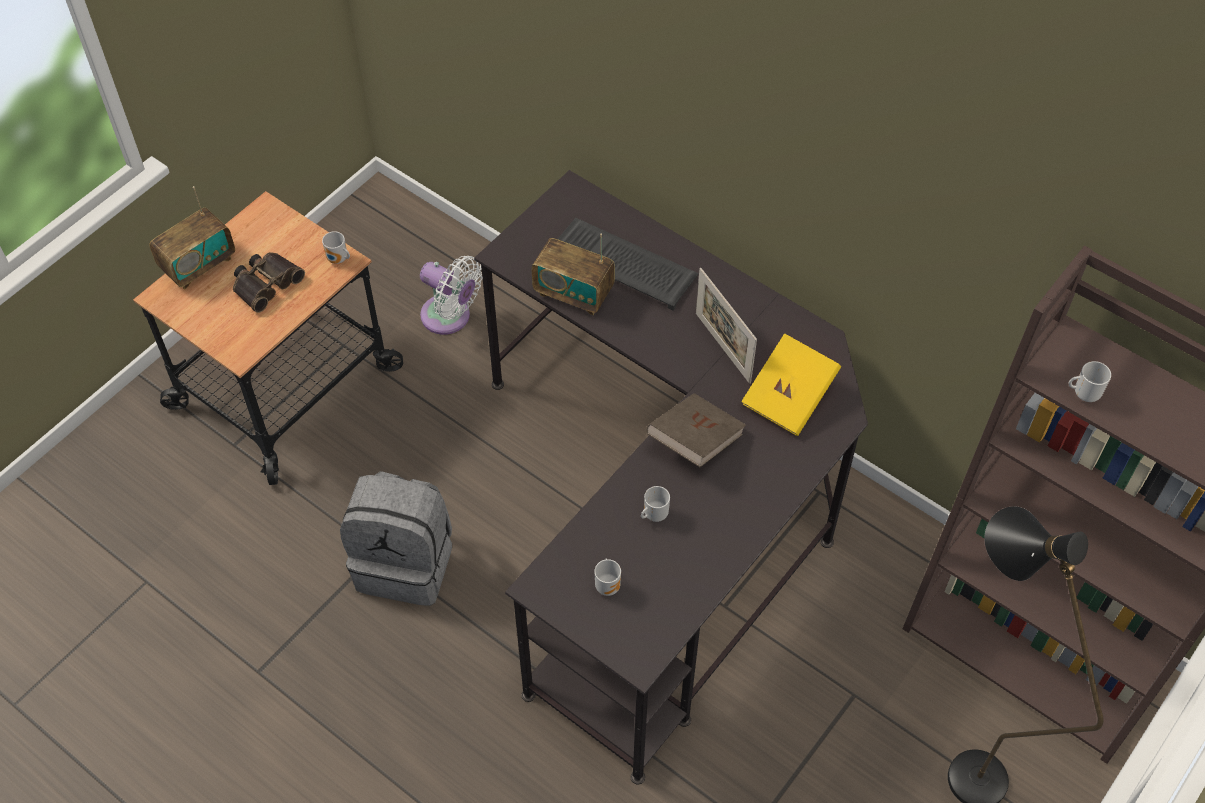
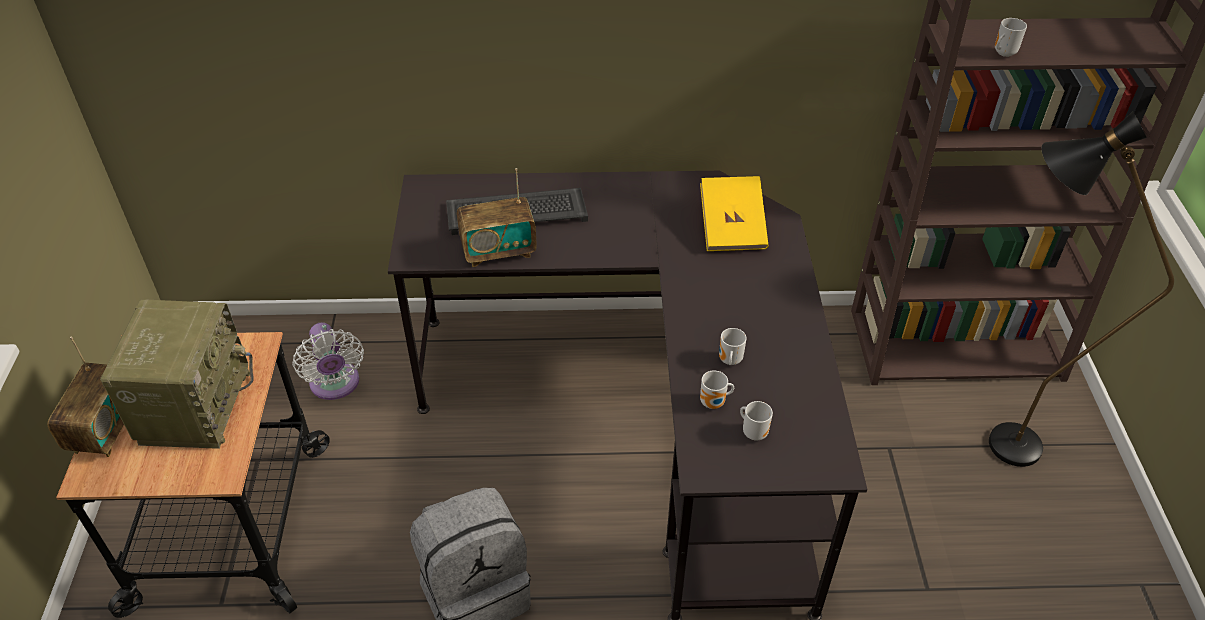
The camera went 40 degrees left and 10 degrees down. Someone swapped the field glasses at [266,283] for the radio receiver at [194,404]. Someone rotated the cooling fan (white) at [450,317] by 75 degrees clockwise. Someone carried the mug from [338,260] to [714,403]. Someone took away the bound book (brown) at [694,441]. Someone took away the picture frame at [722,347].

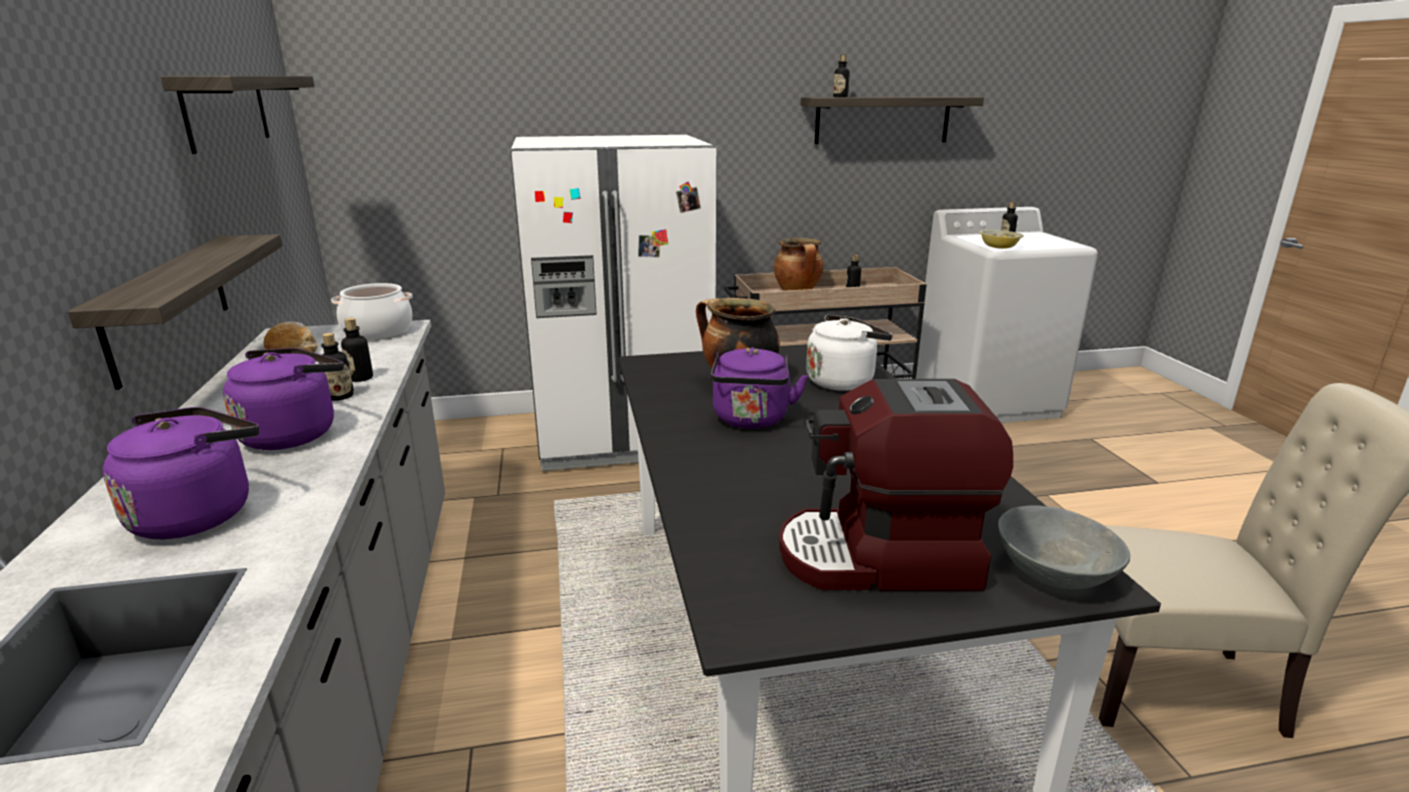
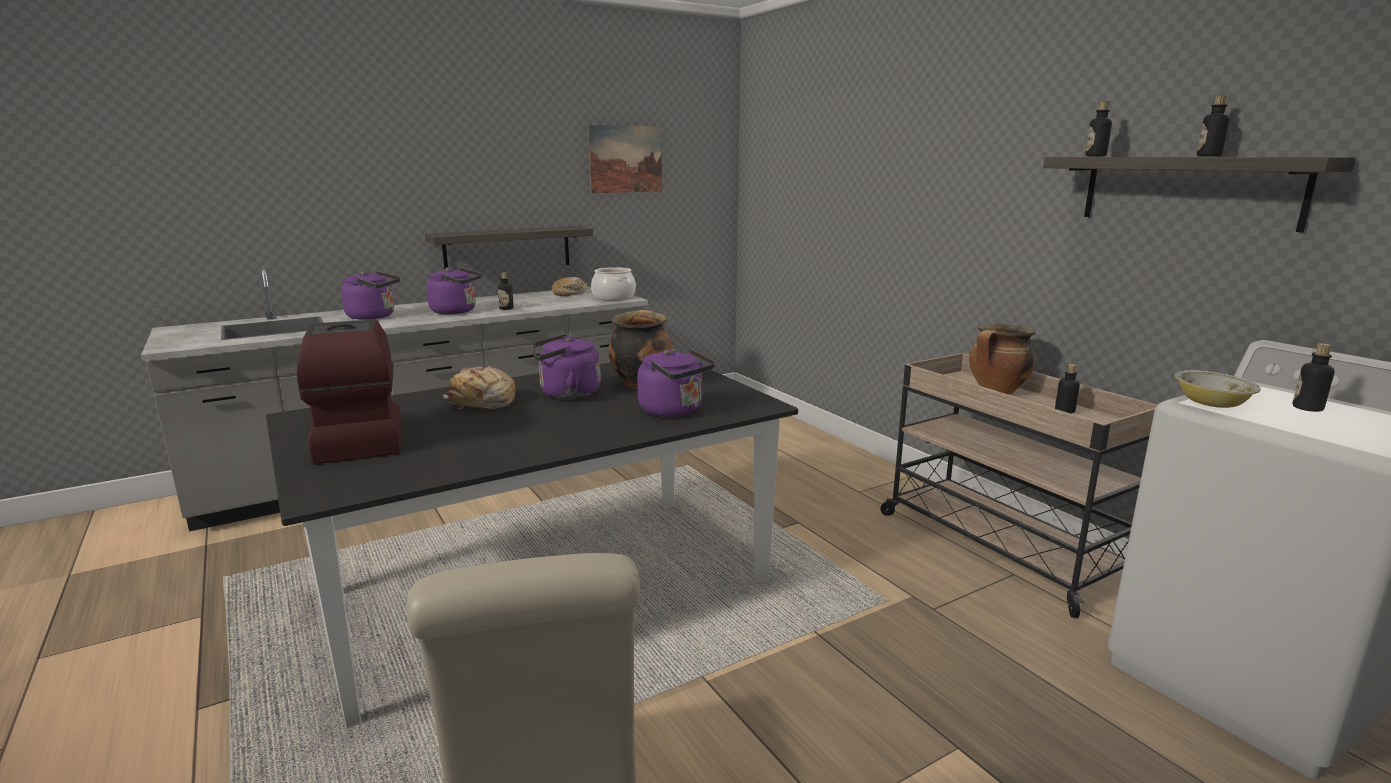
The camera went 70 degrees right and 5 degrees down. Someone put down the bread at [482,402]. Someone swapped the bracket shelf at [226,110] for the wall picture at [626,159]. Someone repainted the tea kettle (white) at [843,381], which became the tea kettle (purplish) at [674,411]. Someone carried the beverage bottle from [360,378] to [1209,156]. Someone took away the kitchen fridge (white) at [622,435]. Someone took away the serving bowl (gray) at [1052,573].

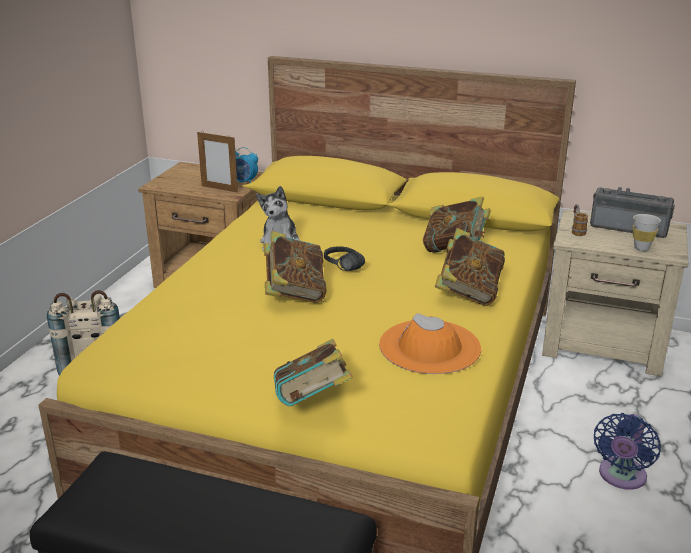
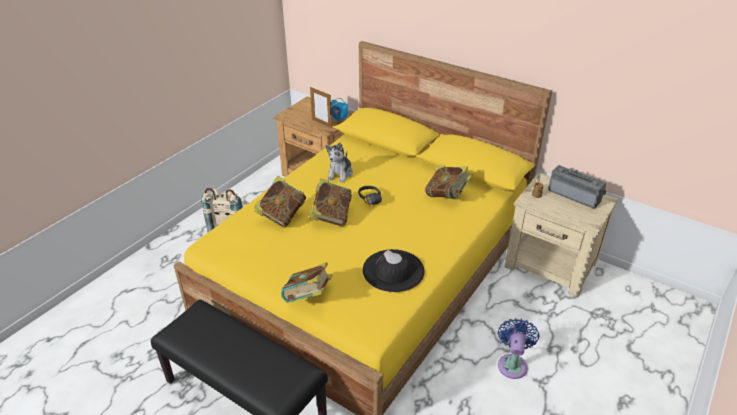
The camera went 15 degrees right and 10 degrees up. Someone carried the bound book from [468,293] to [282,216]. Someone repainted the clothing hat (orange-coloured) at [430,347], which became the clothing hat (blackish) at [393,271]. Someone rotated the cooling fan (blue-coloured) at [621,477] by 150 degrees clockwise. Someone took away the drinking cup (white) at [641,248].

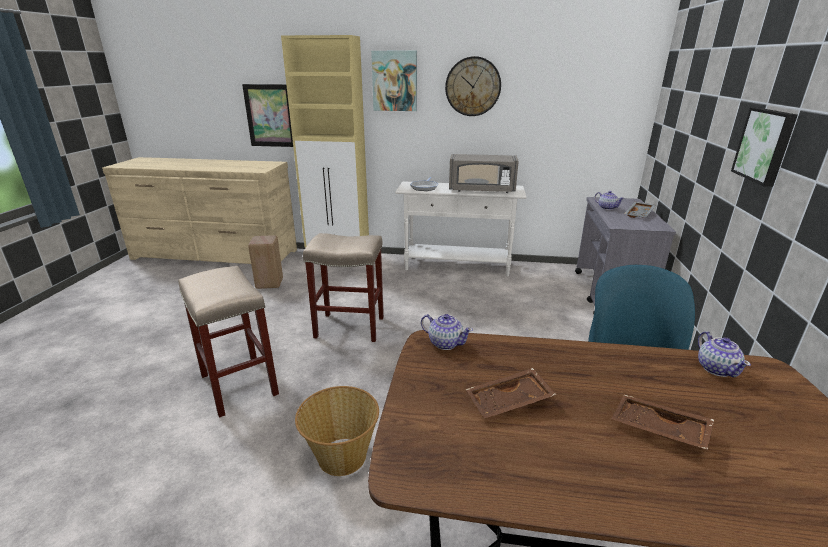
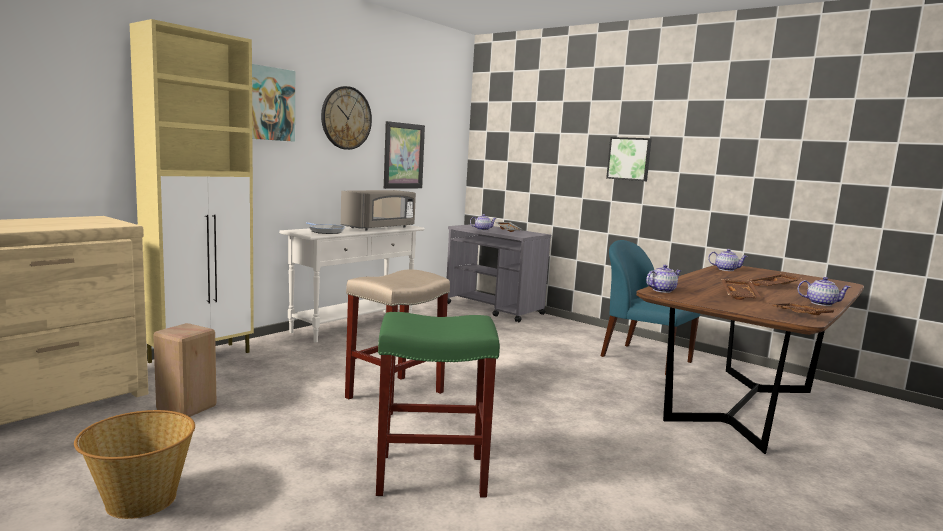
The camera went 60 degrees left and 15 degrees down. Someone carried the storage basket from [341,456] to [140,500]. Someone repainted the stool (beige) at [238,384], which became the stool (green-coloured) at [429,475]. Someone carried the wall picture from [270,116] to [404,156]. Someone put down the carrying tray (brown) at [800,315]. Someone put down the pot for tea at [820,303].

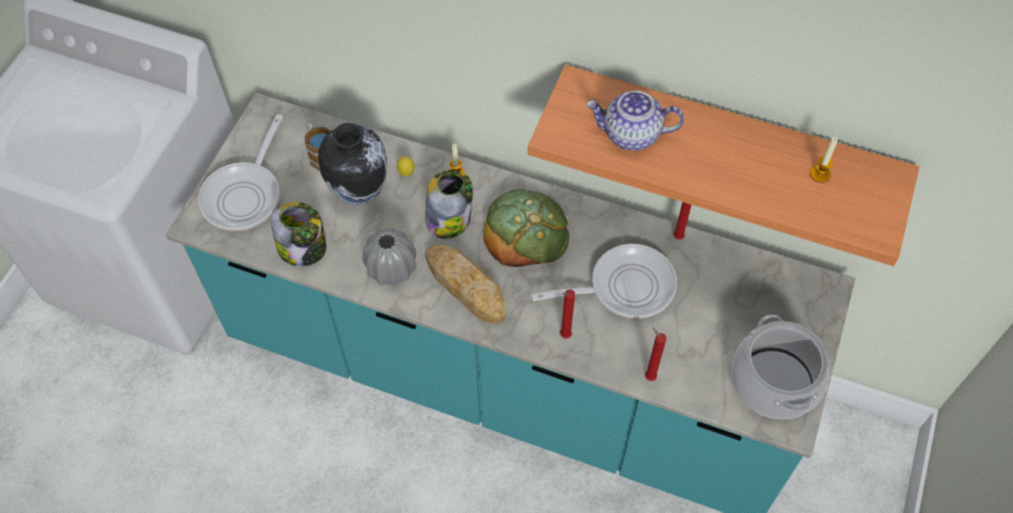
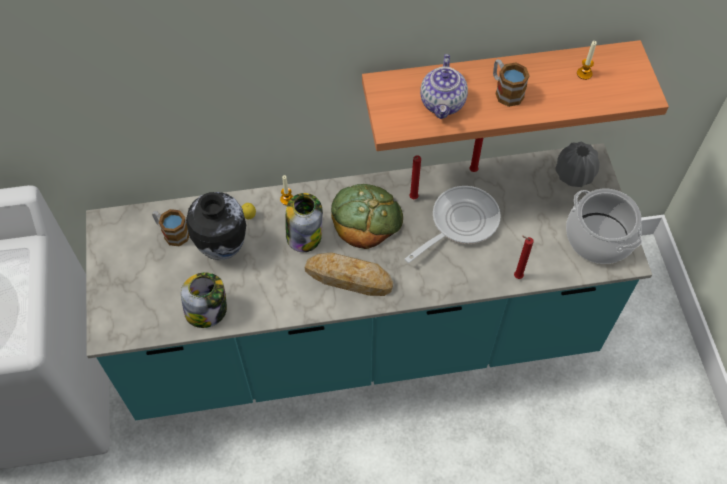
The camera went 30 degrees left and 0 degrees up. Someone carried the wax candle (red-coloured) from [563,336] to [413,199]. Someone rotated the pot for tea at [631,135] by 60 degrees counterclockwise. Someone put down the mug at [505,91]. Someone carried the vase (gray) from [391,268] to [574,175]. Someone took away the skillet at [245,195].

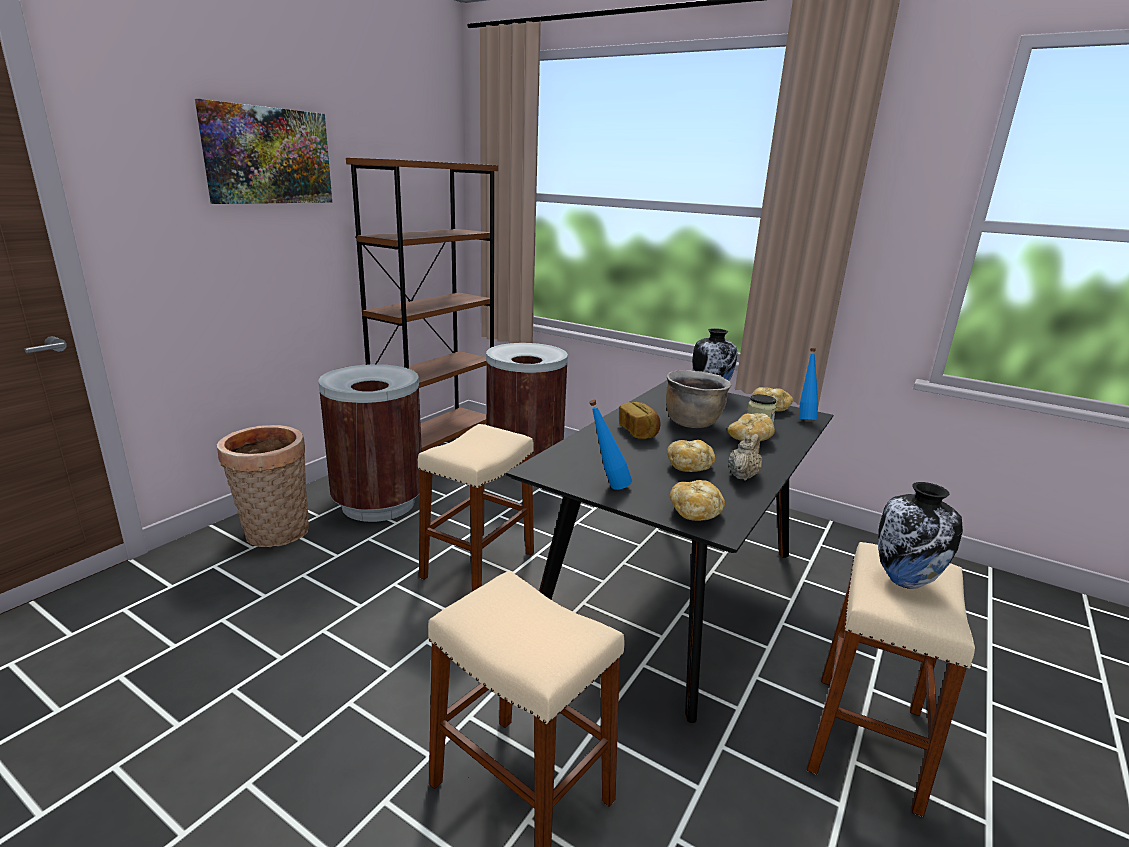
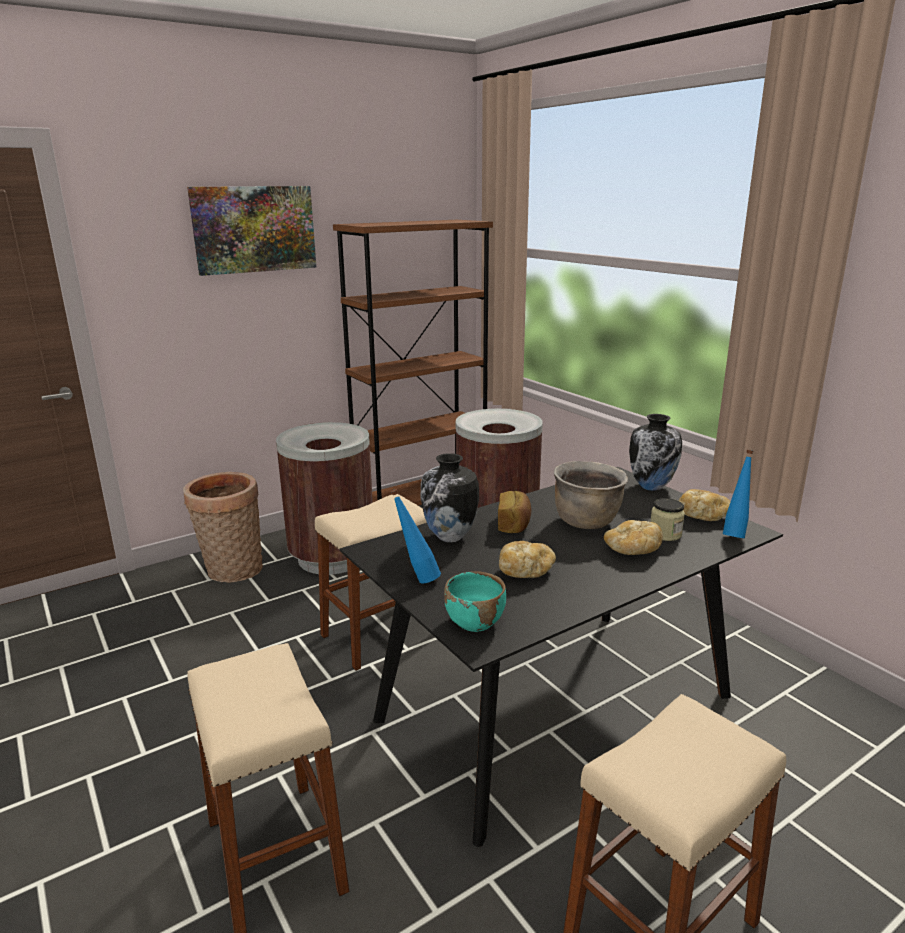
The camera went 25 degrees right and 0 degrees up. Someone carried the vase from [905,581] to [450,537]. Someone swapped the bread at [695,512] for the serving bowl (blue-green) at [475,621]. Someone took away the pot for tea (beige) at [743,475].

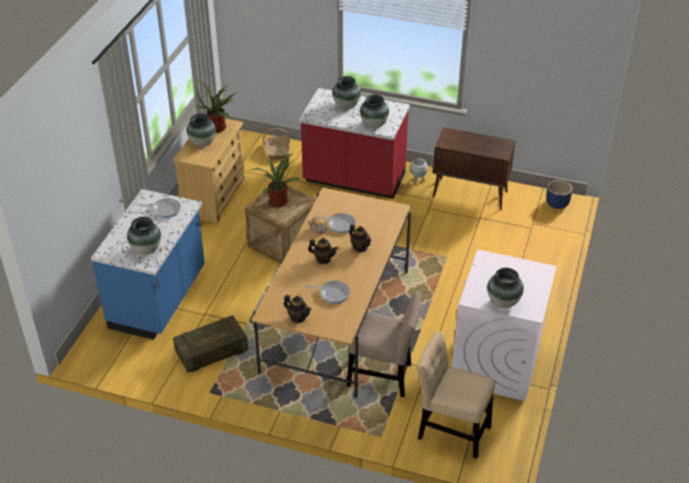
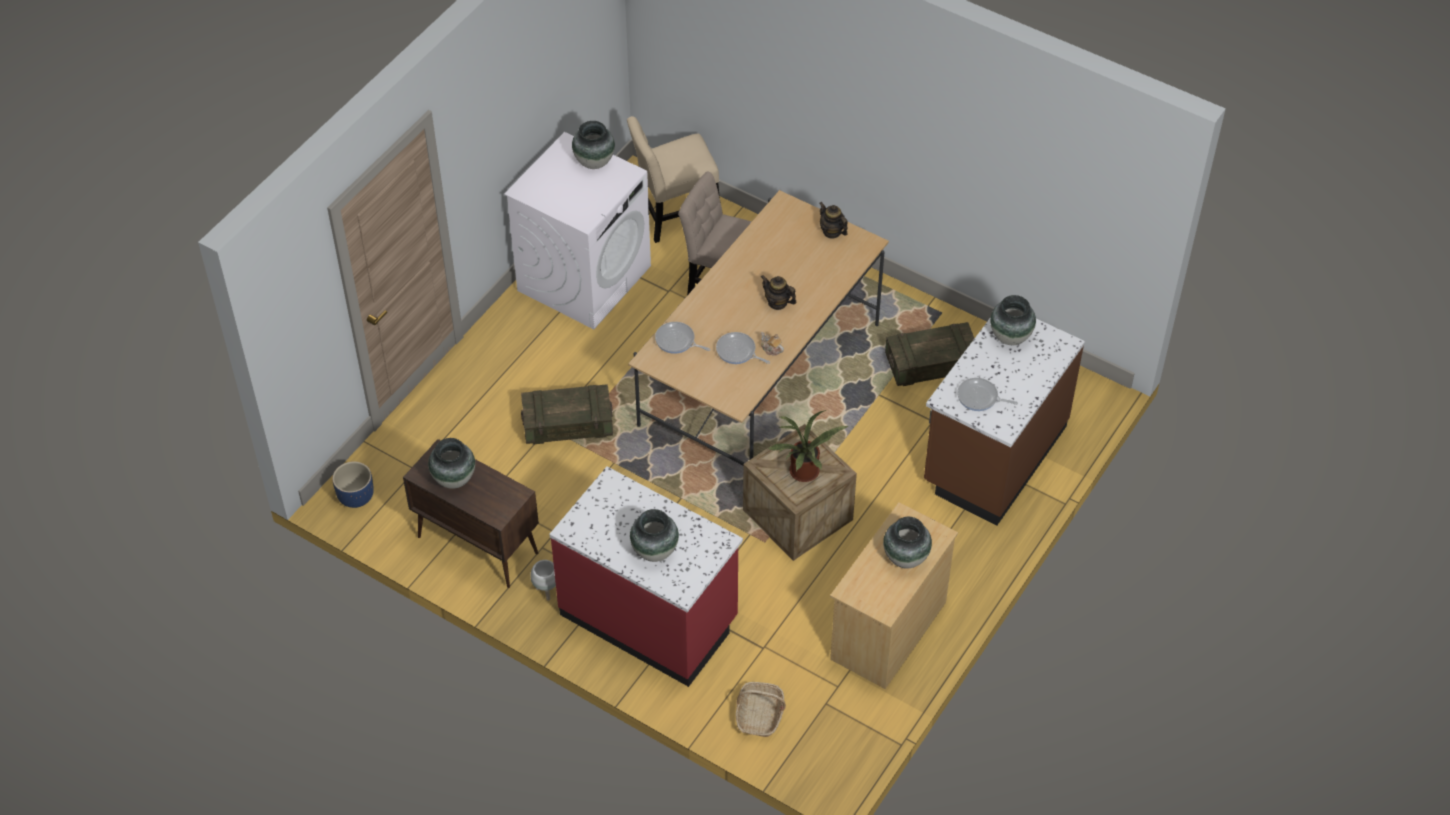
The camera went 165 degrees left and 10 degrees up. Someone carried the vase from [374,125] to [454,478]. Someone put down the crate at [568,424]. Someone rotated the upright chair (beige) at [450,430] by 120 degrees clockwise. Someone carried the skillet from [333,293] to [677,341]. Someone repainted the kitchen counter (blue-coloured) at [159,299], which became the kitchen counter (brown) at [993,456]. Someone took away the houseplant at [219,127]. Someone took away the pot for tea at [360,247].

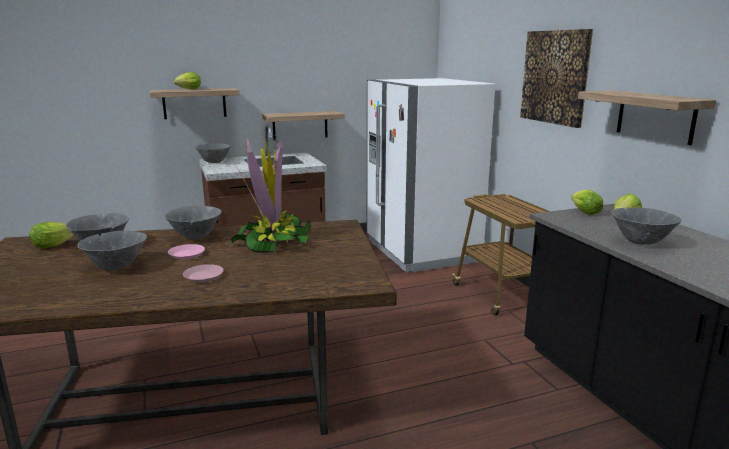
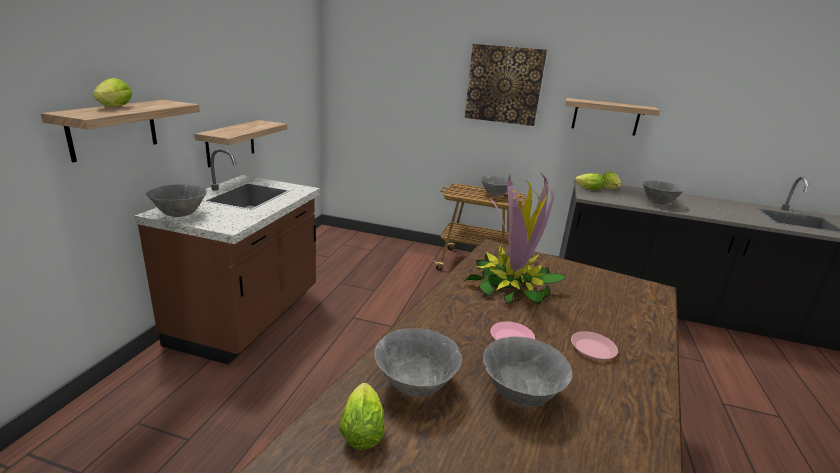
The camera went 55 degrees left and 5 degrees up. Someone carried the serving bowl (gray) from [196,237] to [495,195]. Someone took away the kitchen fridge (white) at [421,251].

